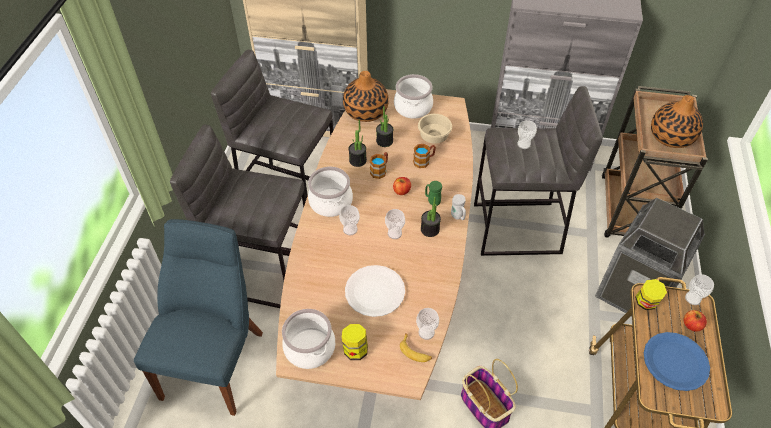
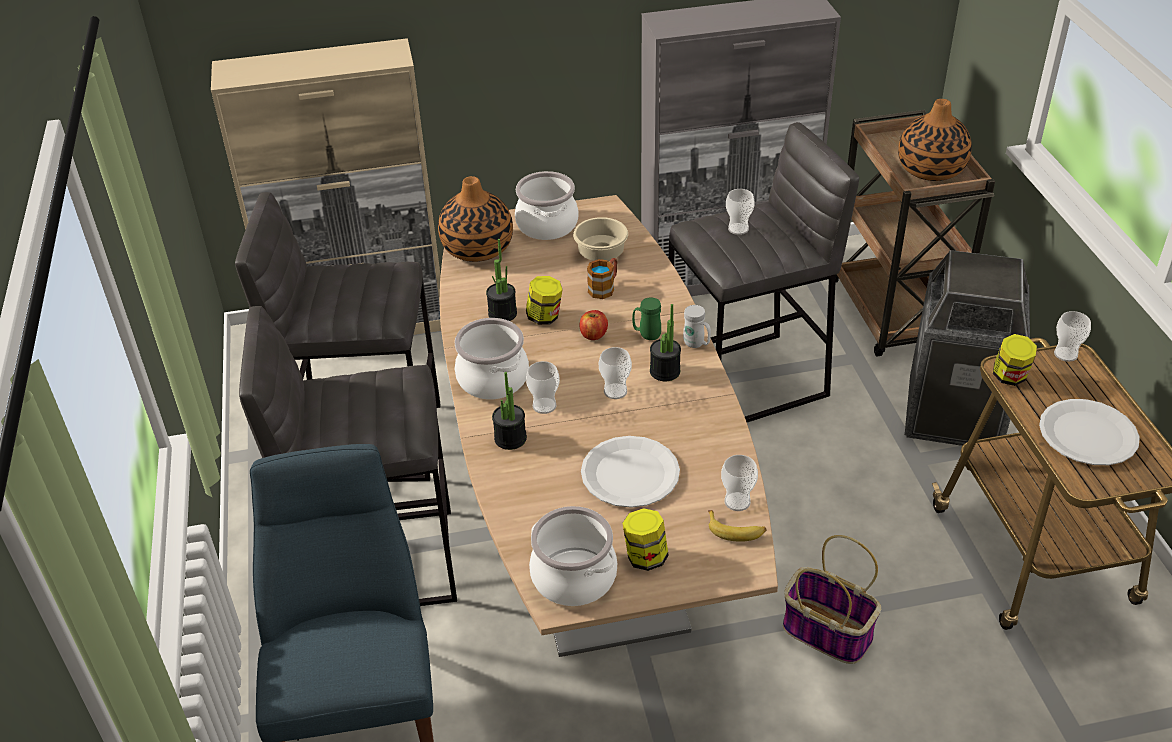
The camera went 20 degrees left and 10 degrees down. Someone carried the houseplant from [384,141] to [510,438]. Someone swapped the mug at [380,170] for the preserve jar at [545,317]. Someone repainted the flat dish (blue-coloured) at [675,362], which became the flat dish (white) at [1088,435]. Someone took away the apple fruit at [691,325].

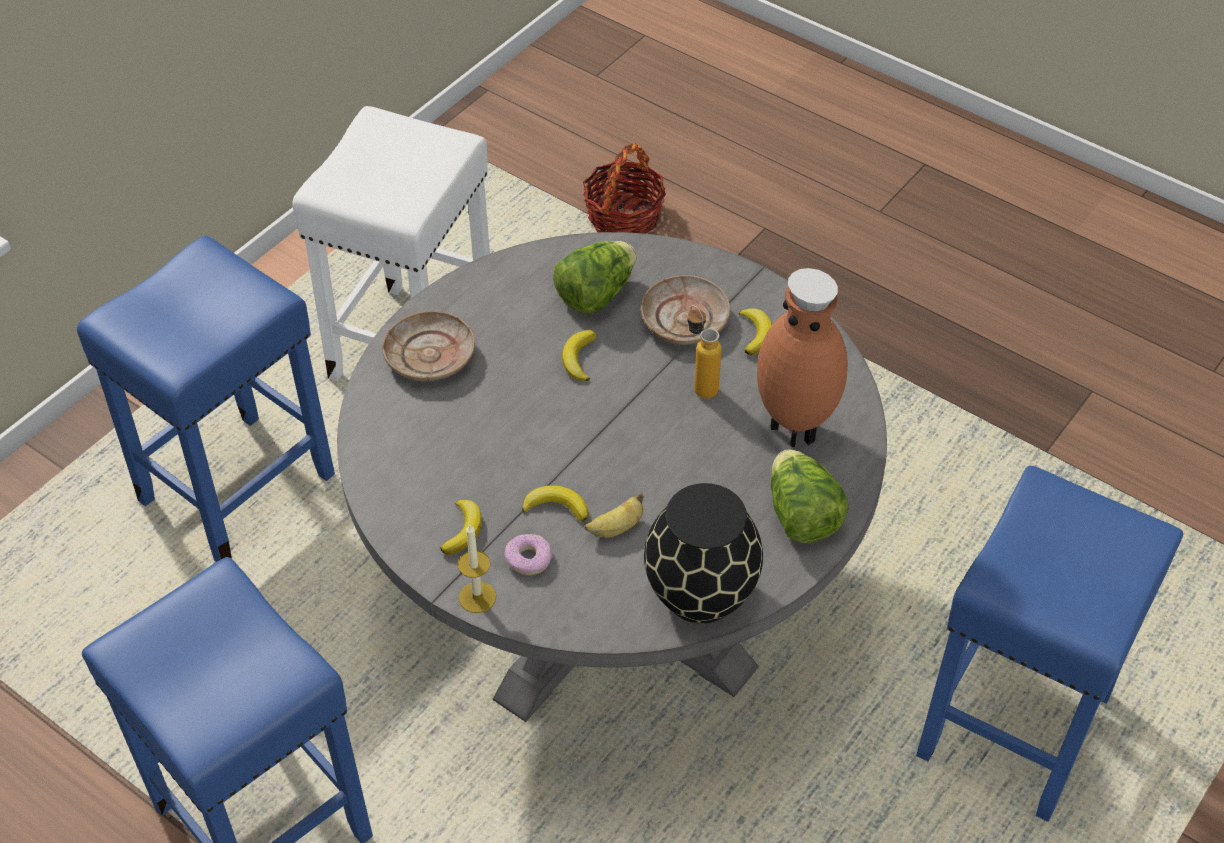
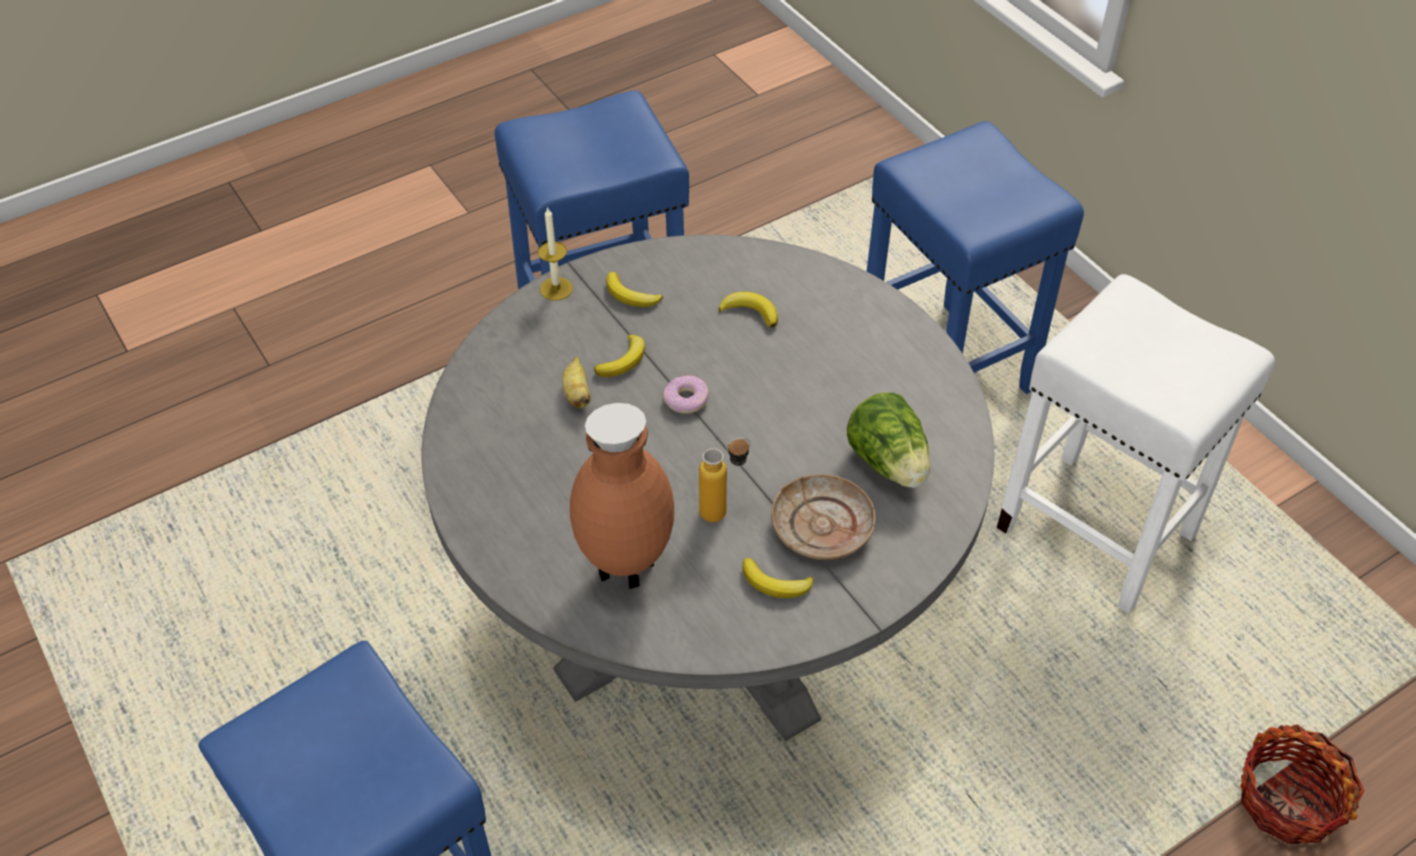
The camera went 110 degrees right and 0 degrees up. Someone carried the ring doughnut from [528,559] to [686,400]. Someone carried the banana from [579,358] to [750,312]. Someone took away the flat dish (beige) at [430,356]. Someone took away the vase (blackish) at [702,593]. Someone took away the lettuce at [801,515].

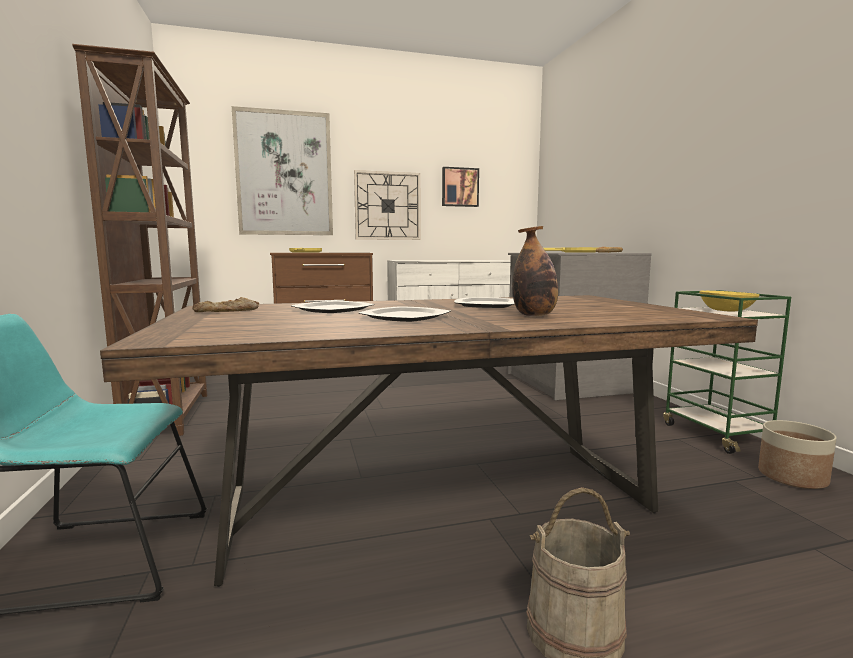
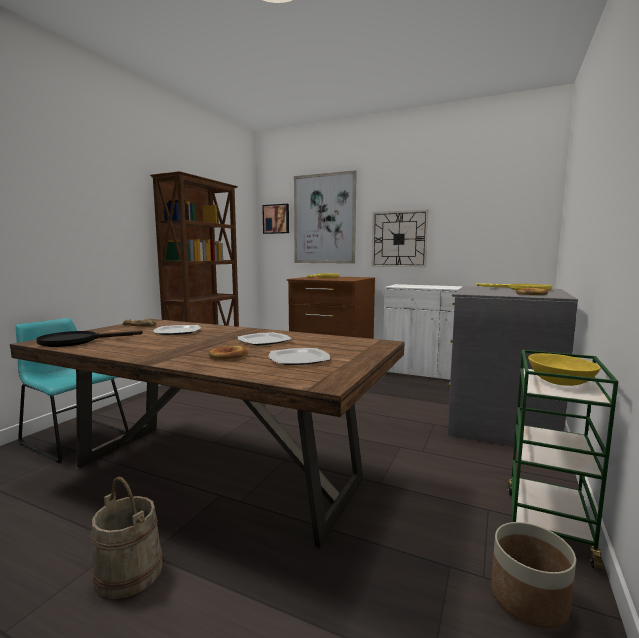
The camera went 40 degrees right and 0 degrees up. Someone put down the skillet (blackish) at [77,341]. Someone swapped the beverage bottle at [534,315] for the bread at [228,356]. Someone carried the wall picture from [459,187] to [276,219]. Someone carried the flat dish from [404,317] to [298,359].

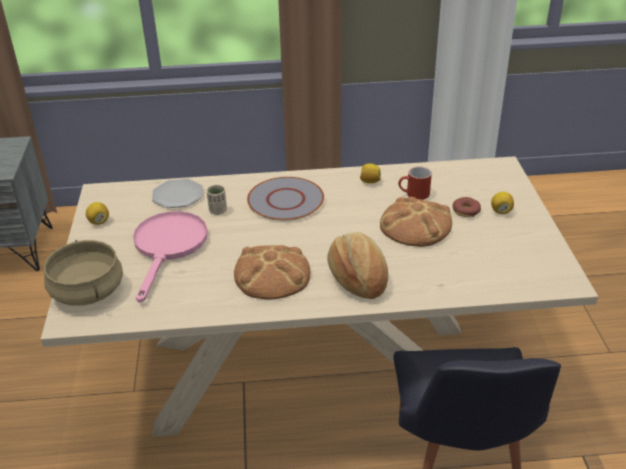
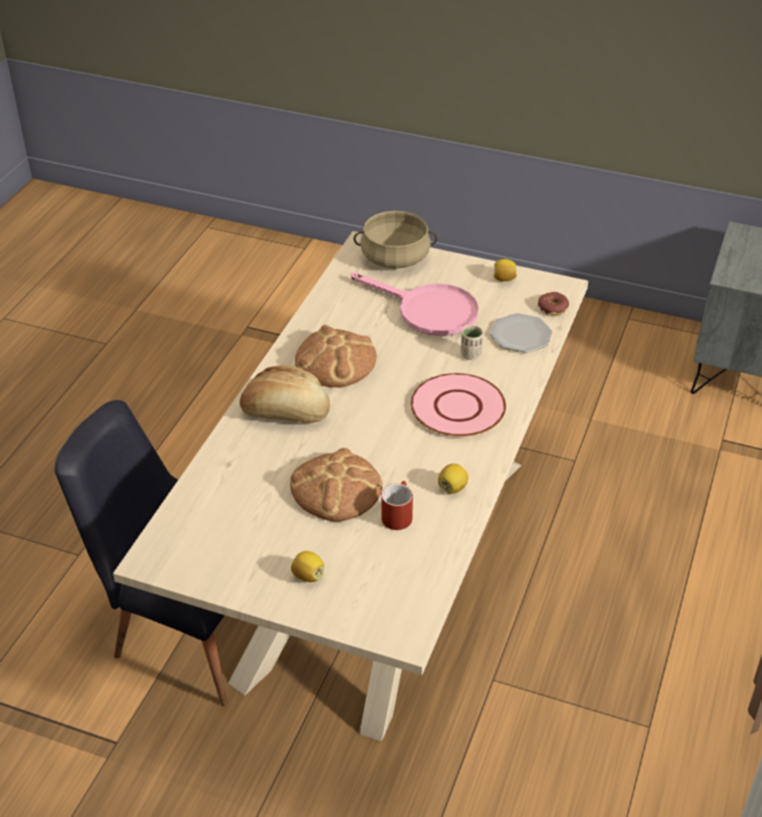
The camera went 115 degrees right and 5 degrees up. Someone repainted the flat dish (gray) at [286,201], which became the flat dish (pink) at [457,407]. Someone carried the ring doughnut from [465,211] to [553,308].

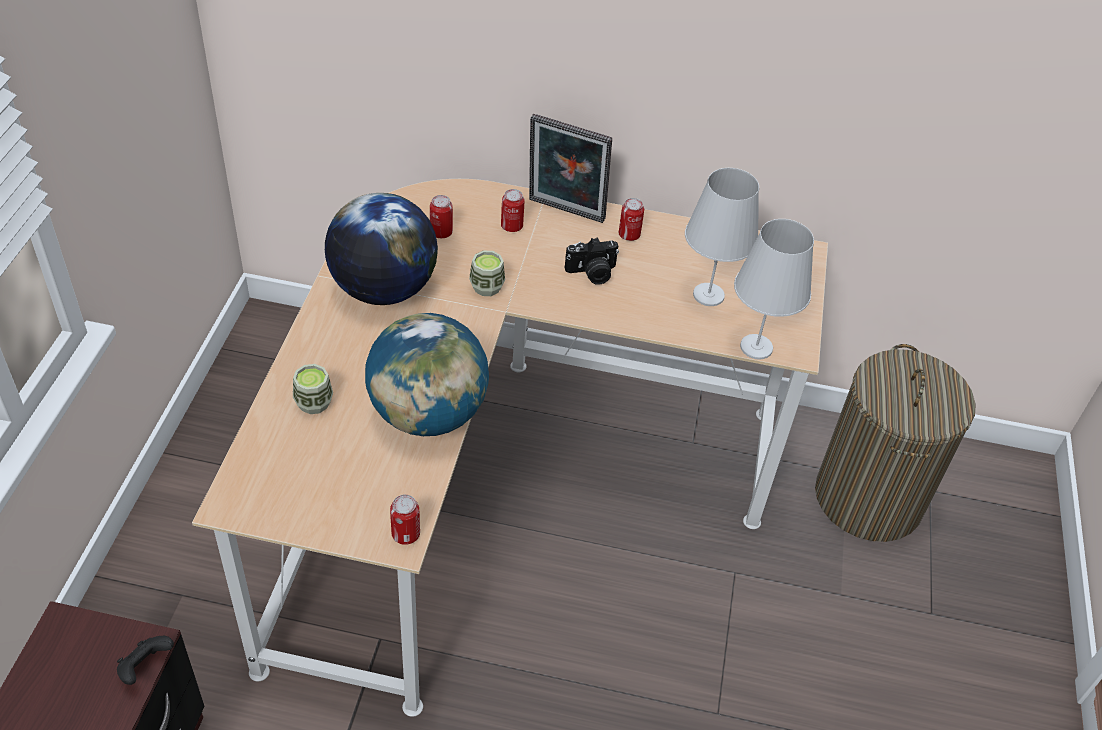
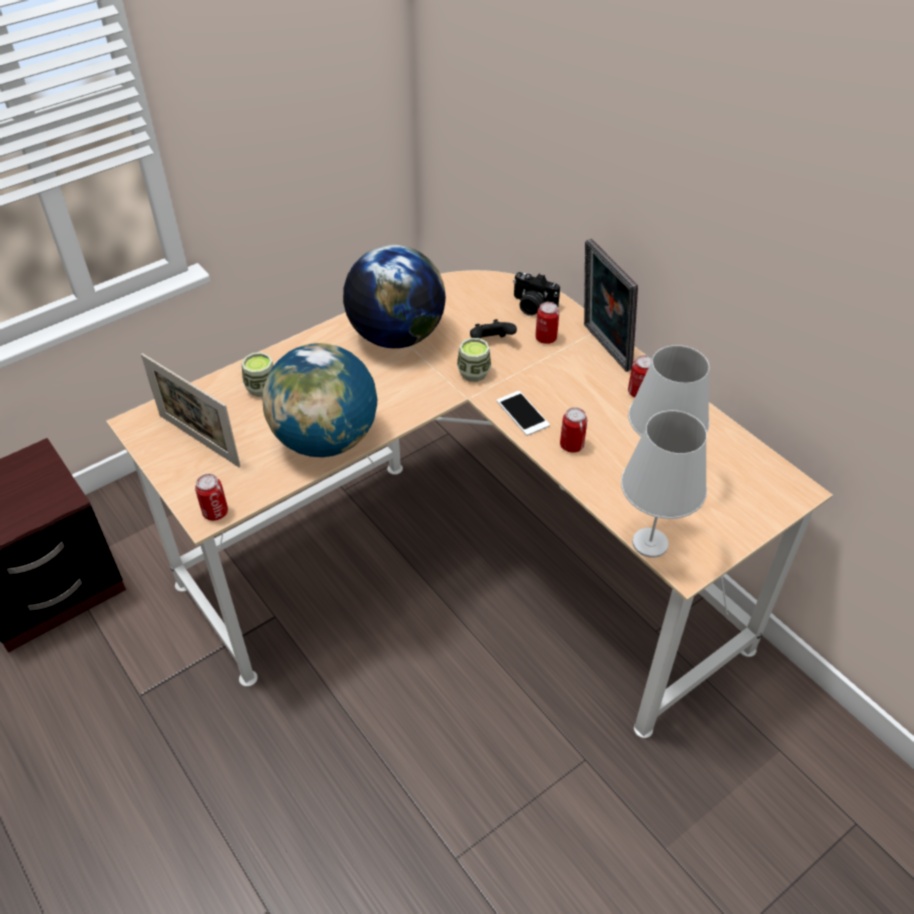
The camera went 45 degrees right and 0 degrees up. Someone put down the picture frame at [199,440]. Someone carried the gamepad (blackish) from [145,667] to [491,342]. Someone put down the telephone at [522,413]. Someone carried the photo camera from [592,273] to [532,306]. Someone carried the sealed can from [441,232] to [571,445]. Someone took away the washing basket at [868,497].

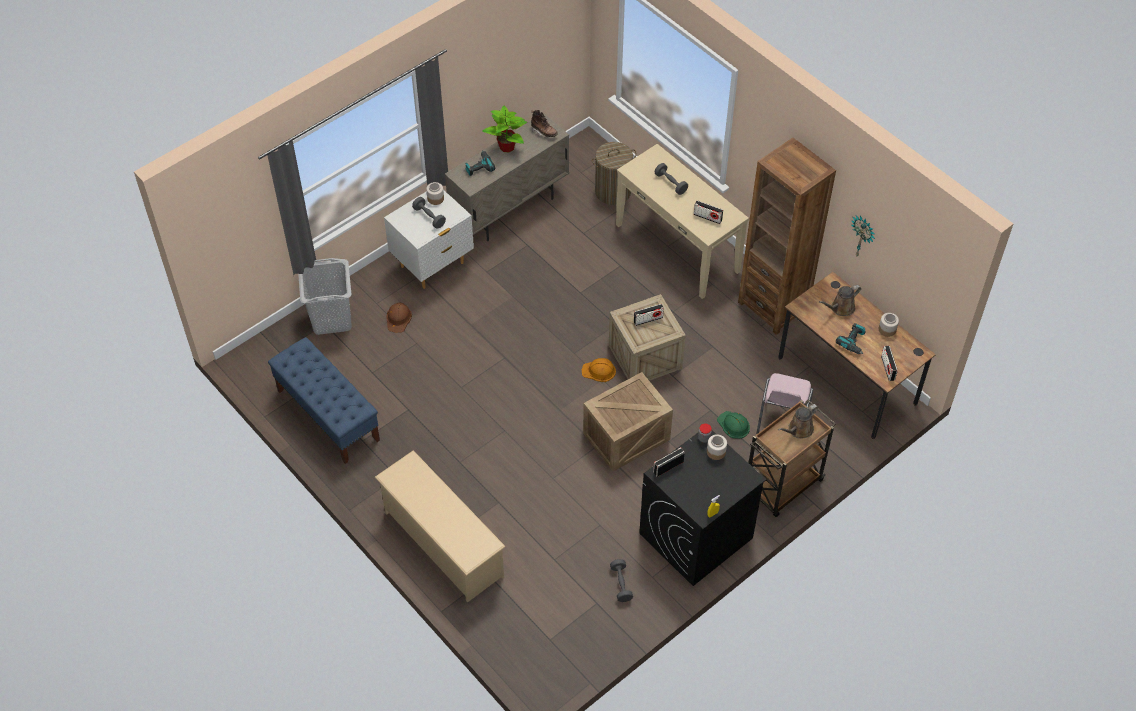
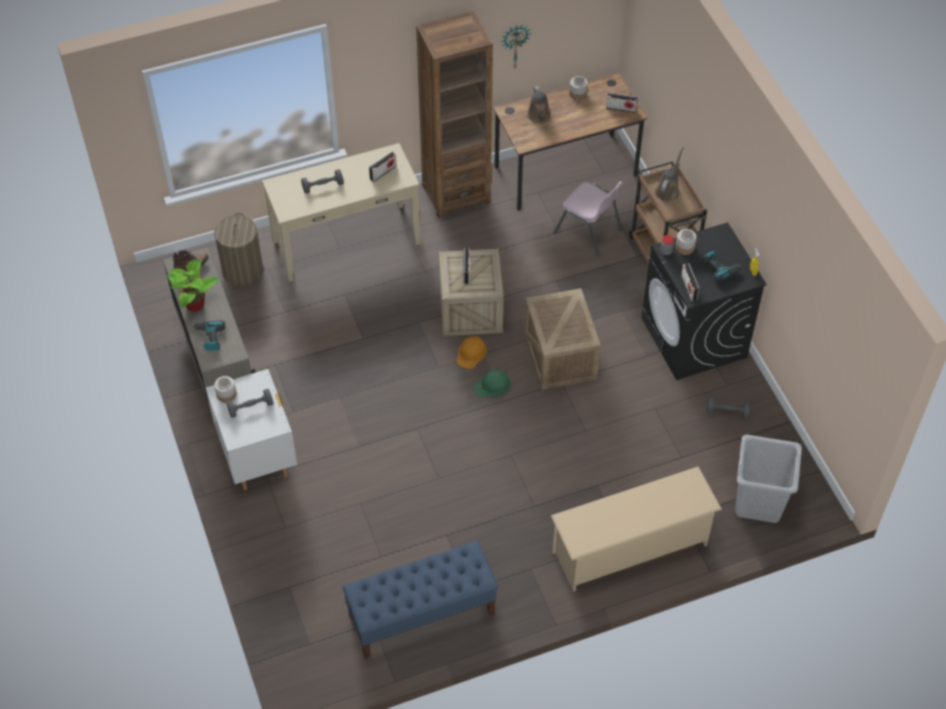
The camera went 70 degrees left and 0 degrees up. Someone carried the hard hat (green-coloured) from [733,425] to [493,385]. Someone rotated the watering pot (brown) at [798,430] by 135 degrees counterclockwise. Someone carried the electric drill from [854,342] to [719,268]. Someone carried the washing basket (gray) from [332,318] to [758,501]. Someone took away the hard hat (brown) at [398,318].

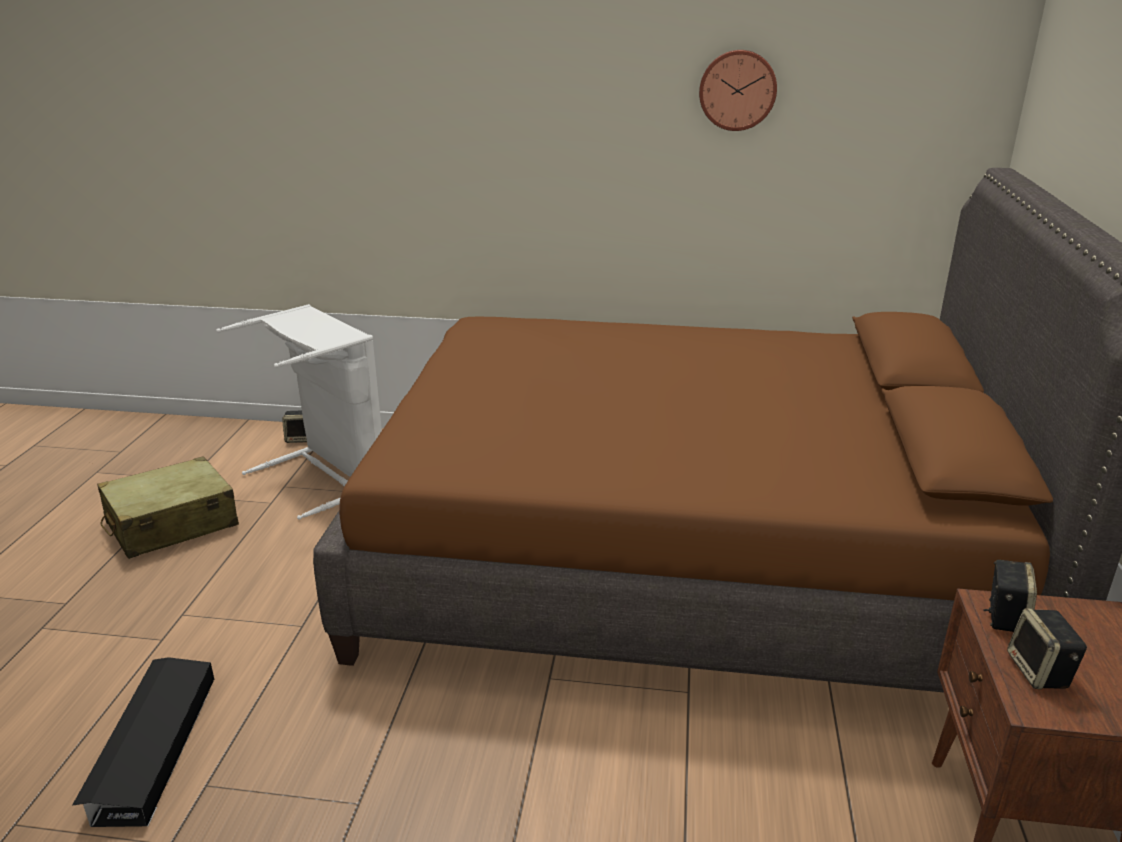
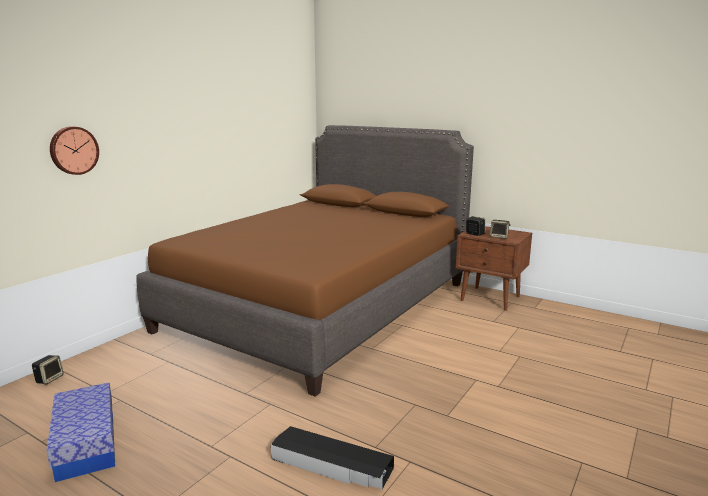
The camera went 65 degrees left and 10 degrees down. Someone swapped the piece of luggage (beige) at [171,524] for the storage container at [86,444]. Someone carried the clock on the wall from [737,90] to [73,150]. Someone took away the washing basket (white) at [328,475].

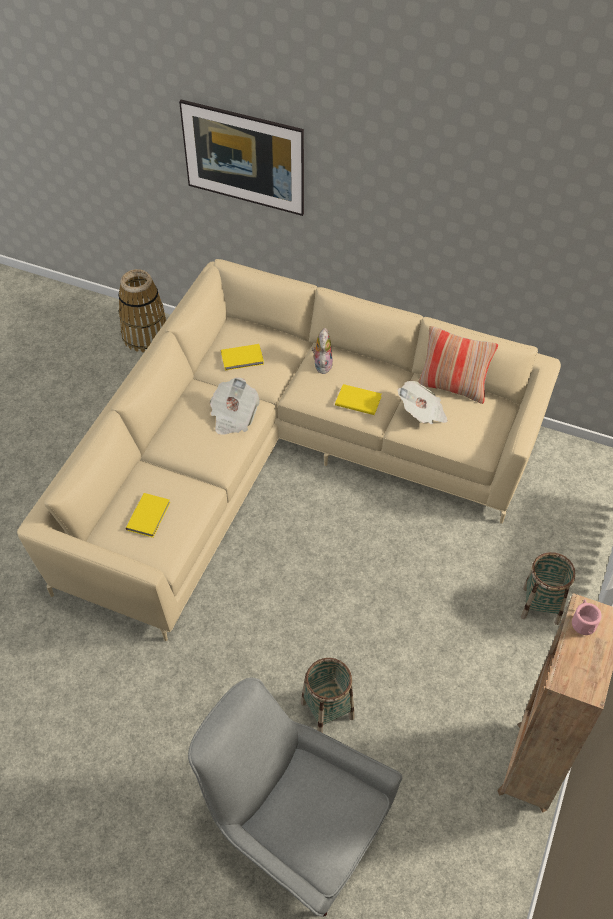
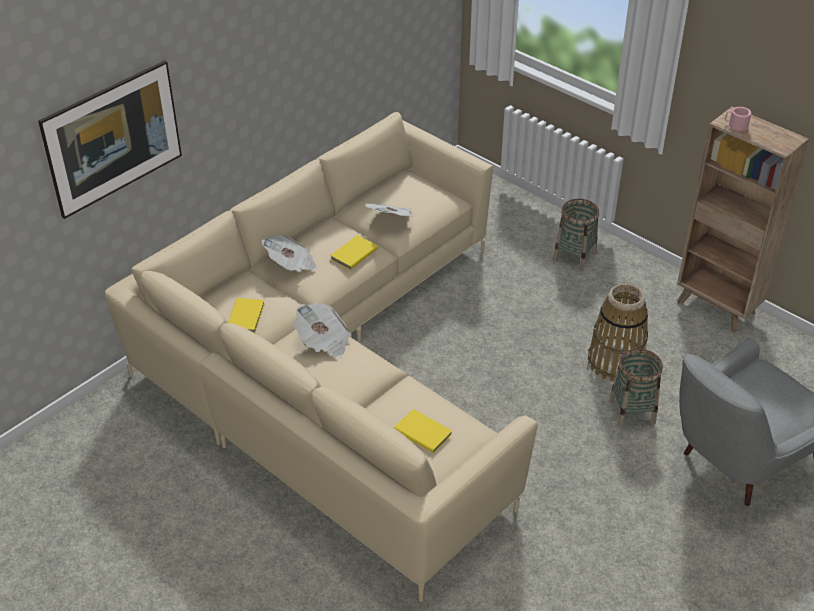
The camera went 70 degrees left and 10 degrees down. Someone swapped the plush toy at [322,364] for the daily paper at [291,265]. Someone carried the storage basket from [145,335] to [616,362]. Someone took away the pillow at [452,387].

